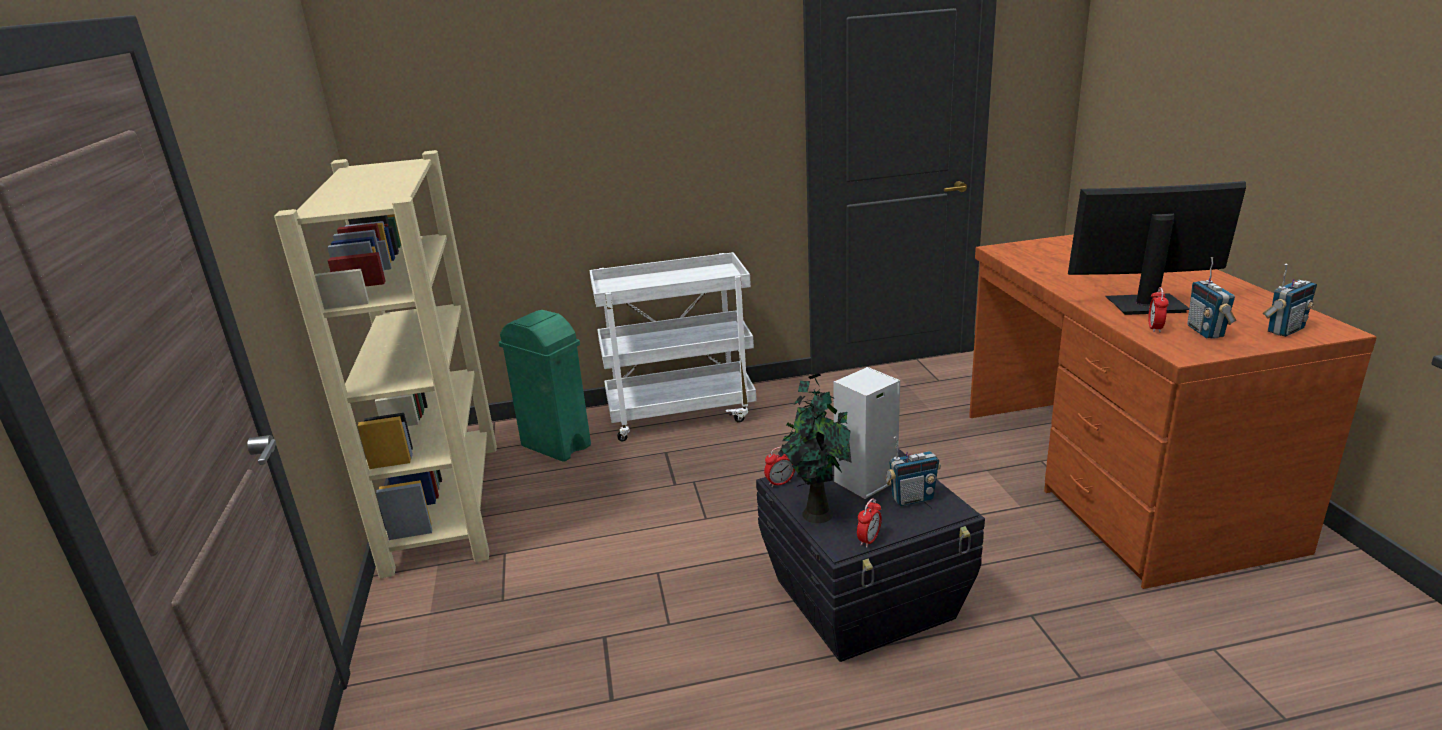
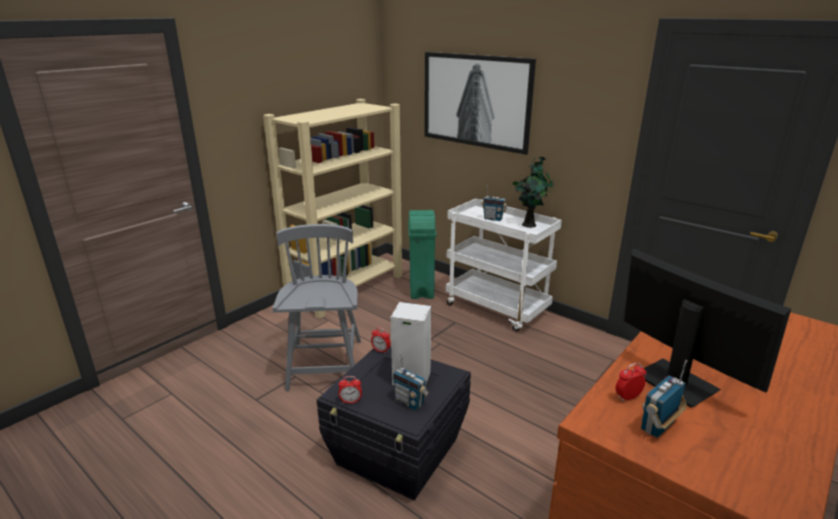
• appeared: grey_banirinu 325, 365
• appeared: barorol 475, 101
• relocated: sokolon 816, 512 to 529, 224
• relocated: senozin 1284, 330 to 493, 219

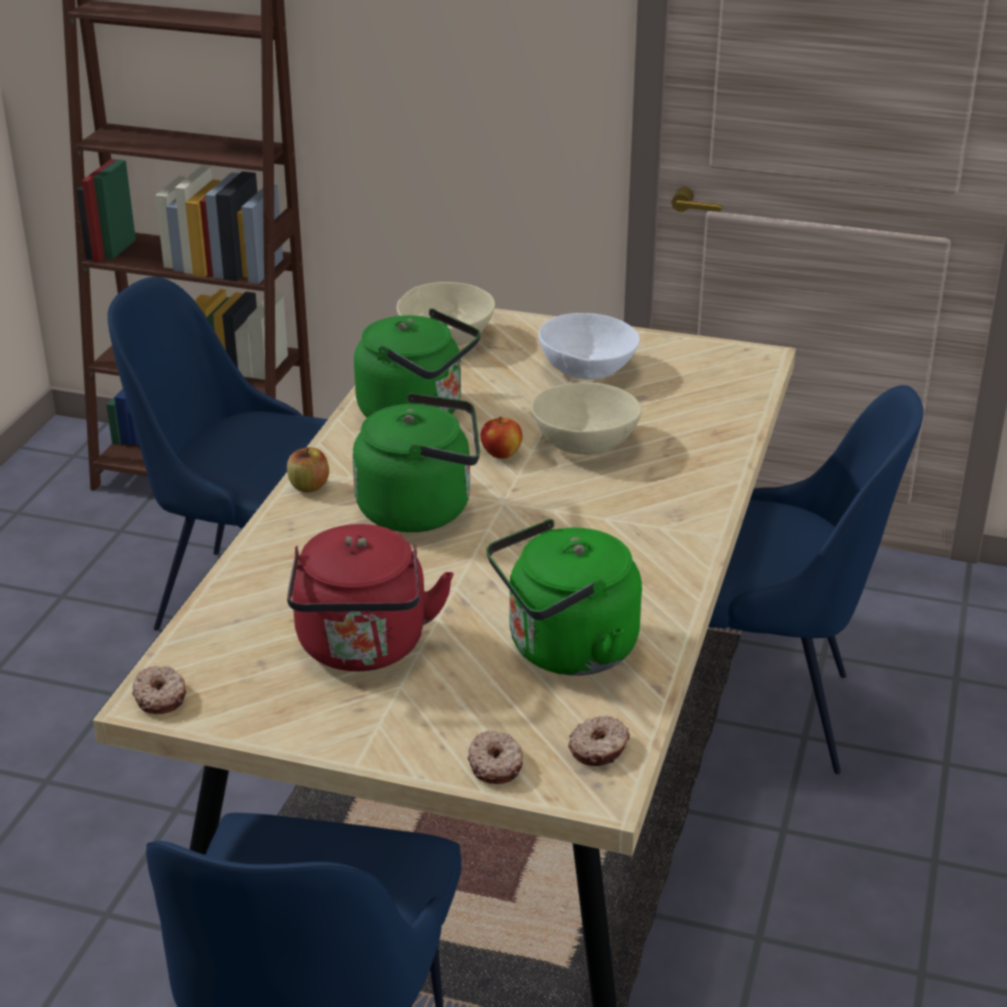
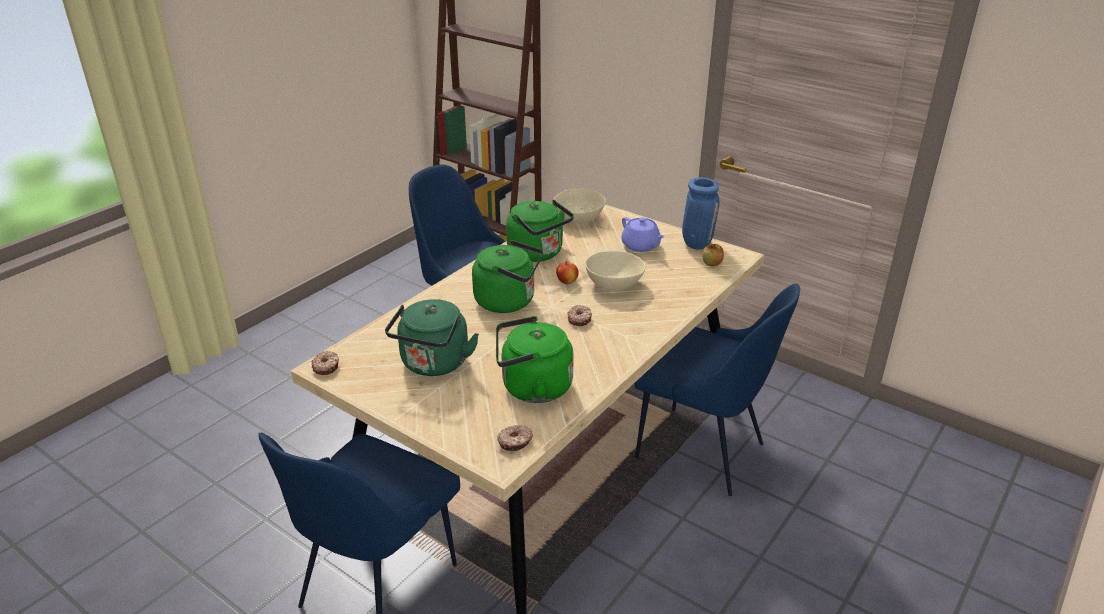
• appeared: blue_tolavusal 696, 243
• relocated: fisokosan 309, 486 to 712, 263
• relocated: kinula 496, 765 to 580, 319
• exchanged: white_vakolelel 587, 369 to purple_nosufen 641, 246
• colour: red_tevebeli 363, 649 to green_tevebeli 434, 365

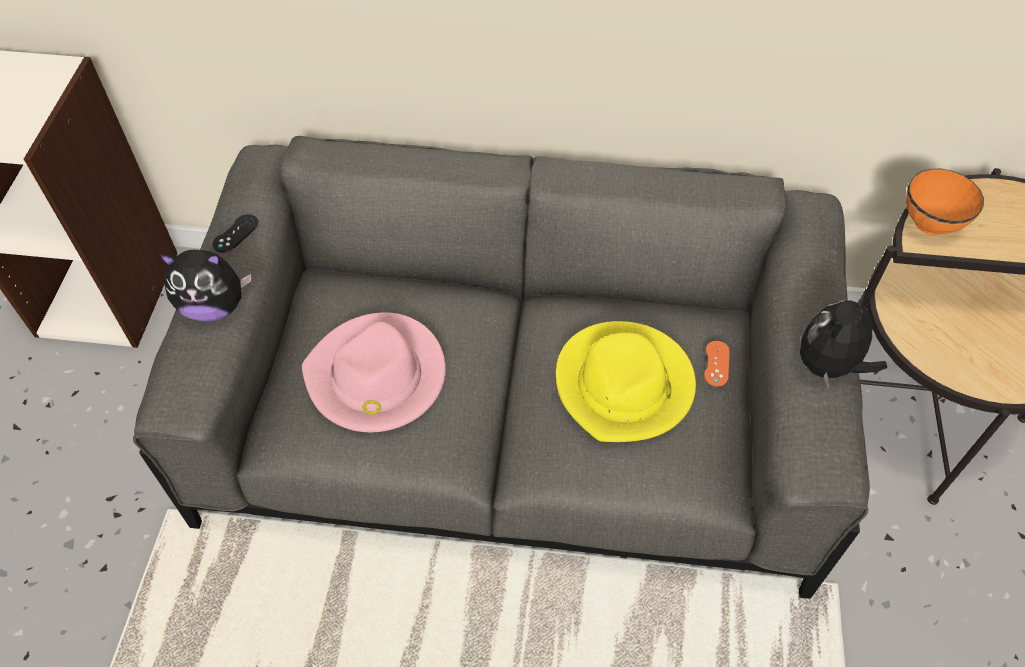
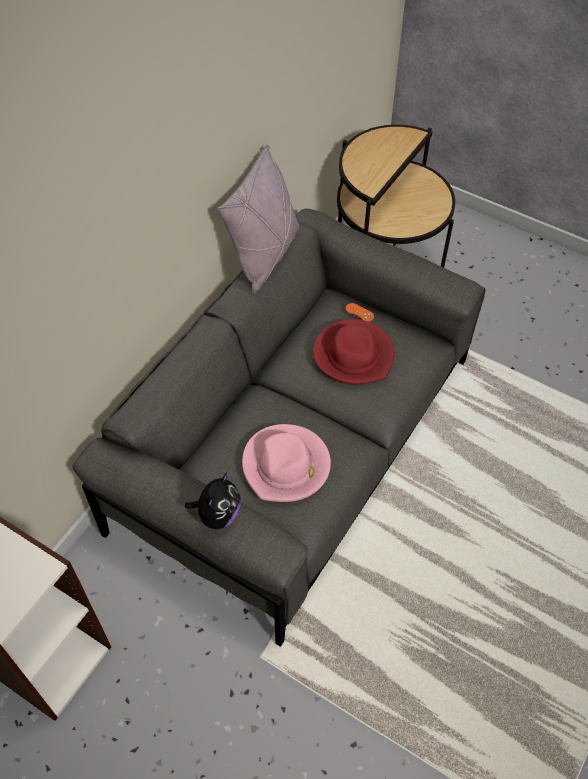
• missing: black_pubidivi 236, 233
• missing: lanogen 829, 366
• missing: orange_vakolelel 931, 223
• appeared: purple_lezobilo 265, 256
• colour: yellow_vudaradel 625, 385 to red_vudaradel 354, 355

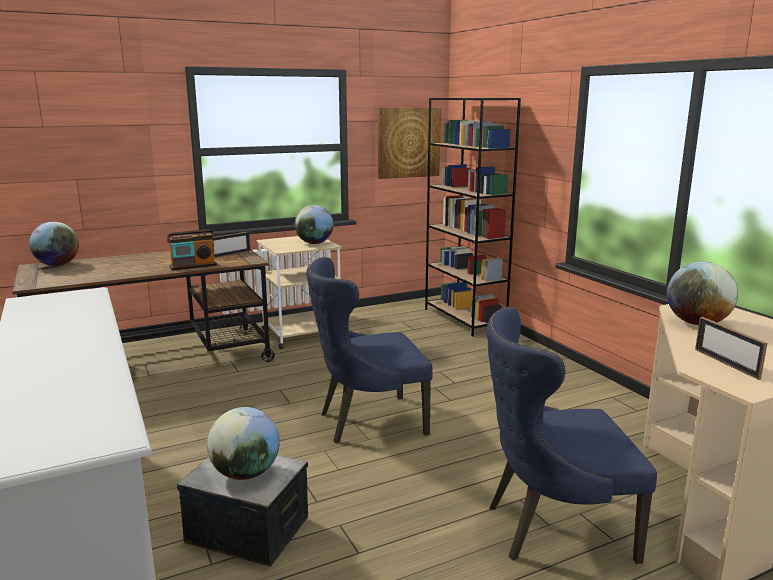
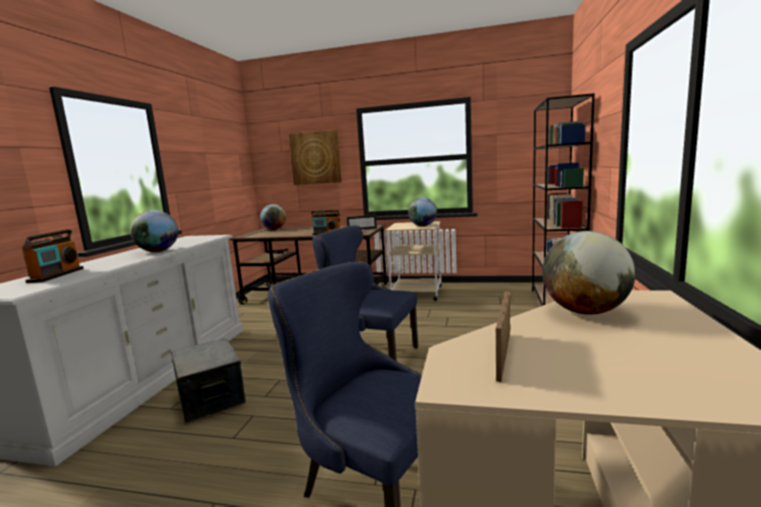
• appeared: senozin 56, 275
• relocated: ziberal 246, 474 to 158, 251
• relocated: barorol 408, 142 to 315, 158

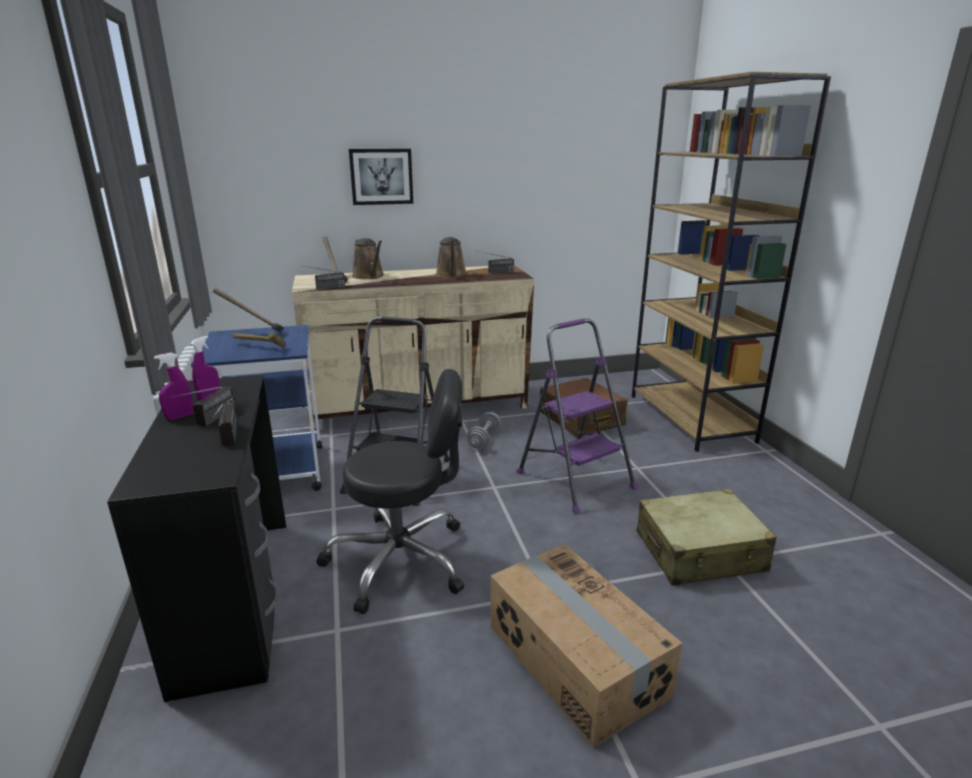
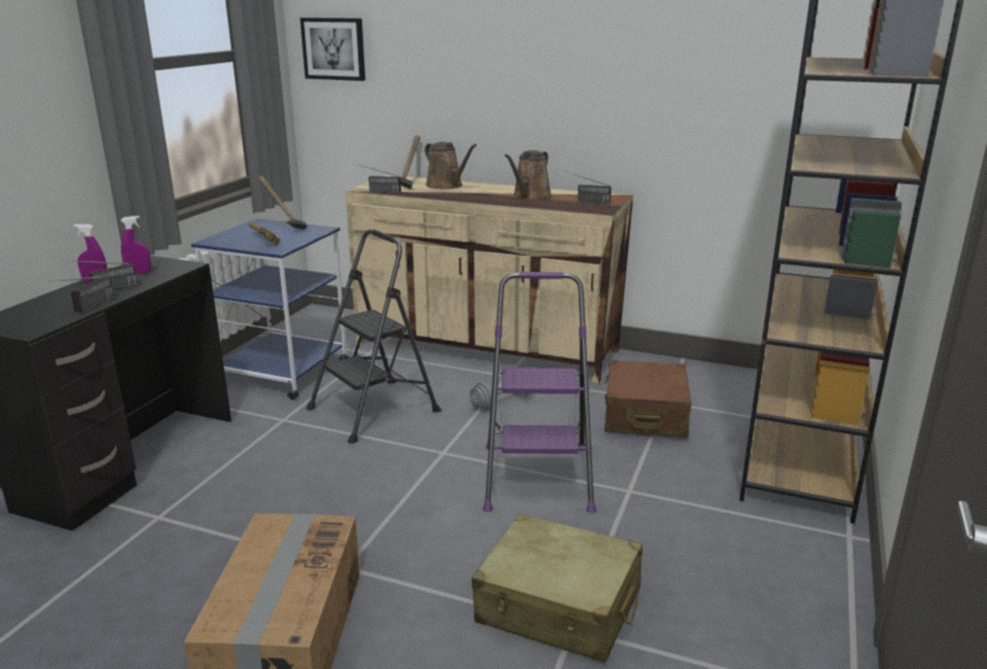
• missing: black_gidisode 406, 560
• relocated: barorol 381, 176 to 334, 49
• spun: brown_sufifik 369, 276 = 446, 186 45 degrees counterclockwise

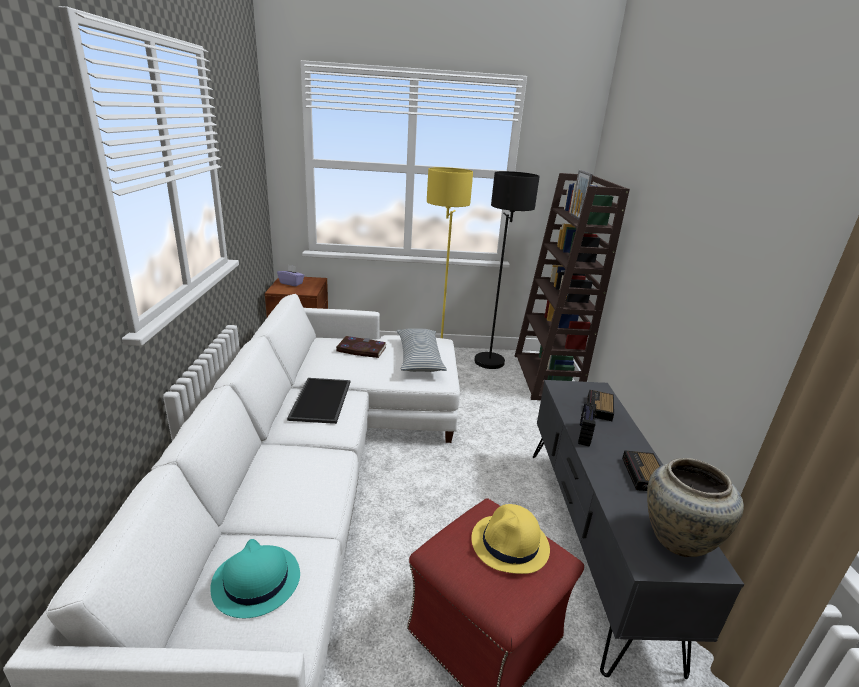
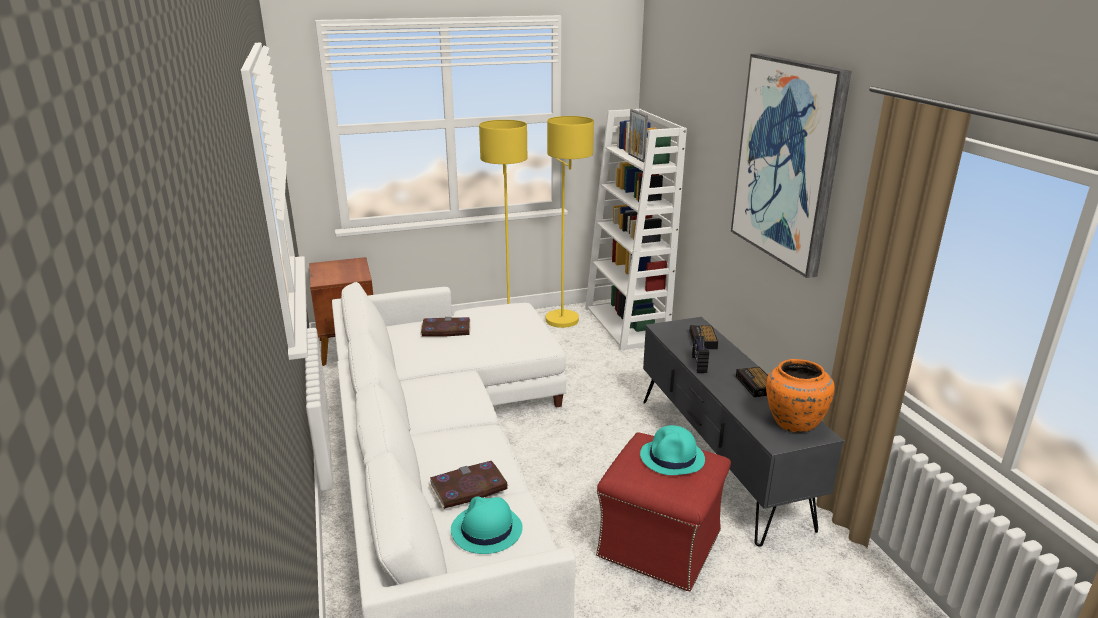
• missing: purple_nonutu 291, 283
• missing: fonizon 322, 400
• missing: lezobilo 419, 358
• appeared: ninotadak 468, 487
• appeared: barorol 788, 161
• colour: yellow_vudaradel 510, 544 to turquoise_vudaradel 672, 458
• colour: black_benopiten 491, 366 to yellow_benopiten 566, 324
• colour: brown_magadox 546, 377 to white_magadox 627, 325
• colour: beige_tolavusal 678, 537 to orange_tolavusal 793, 422

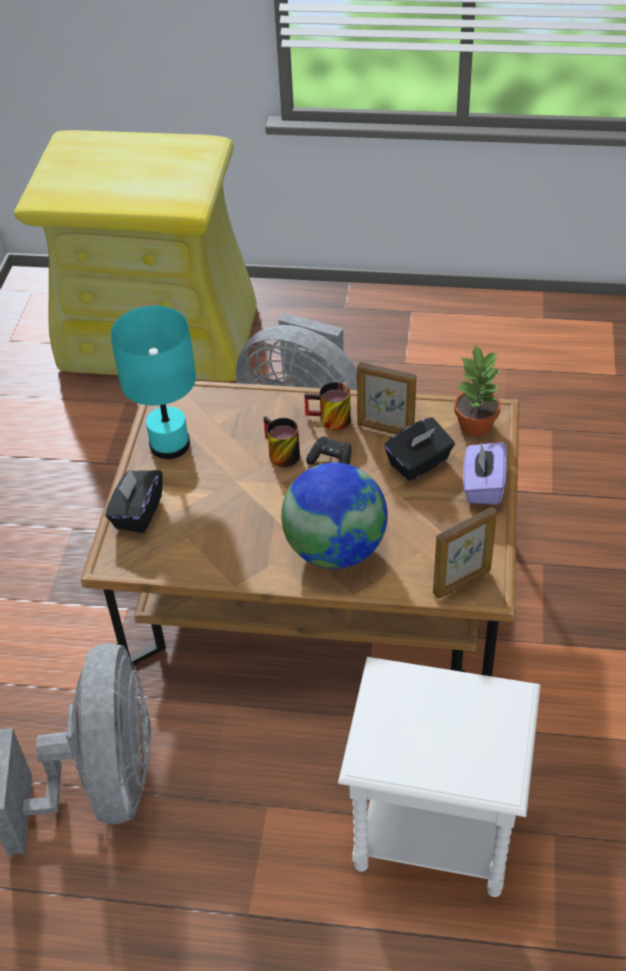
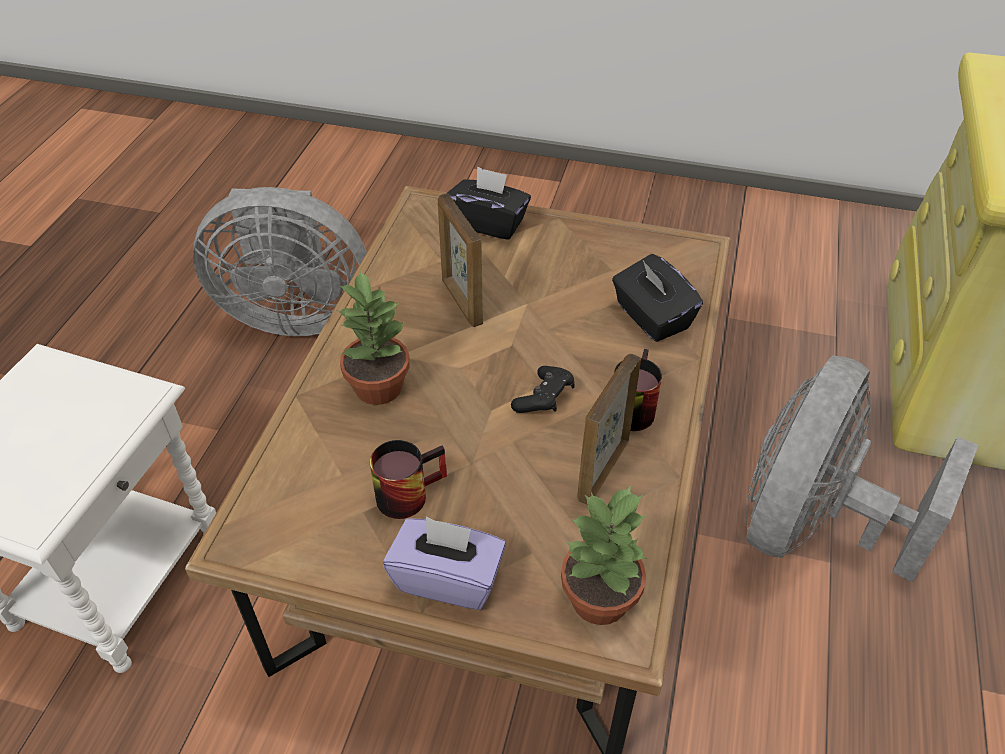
• missing: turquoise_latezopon 169, 444
• relocated: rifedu 278, 454 to 407, 491
• relocated: black_nonutu 419, 463 to 651, 317
• relocated: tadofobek 462, 582 to 461, 302
• exchanged: ziberal 335, 549 to sokolon 377, 386

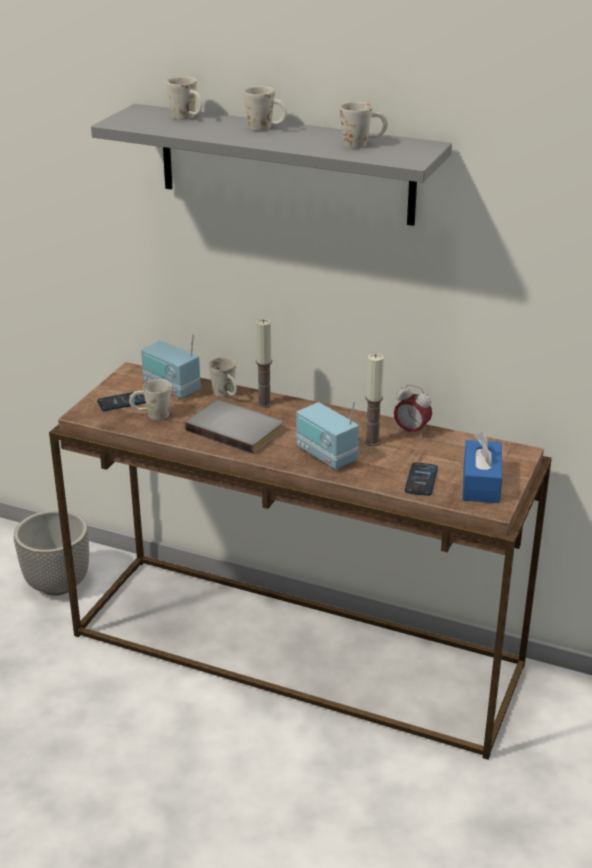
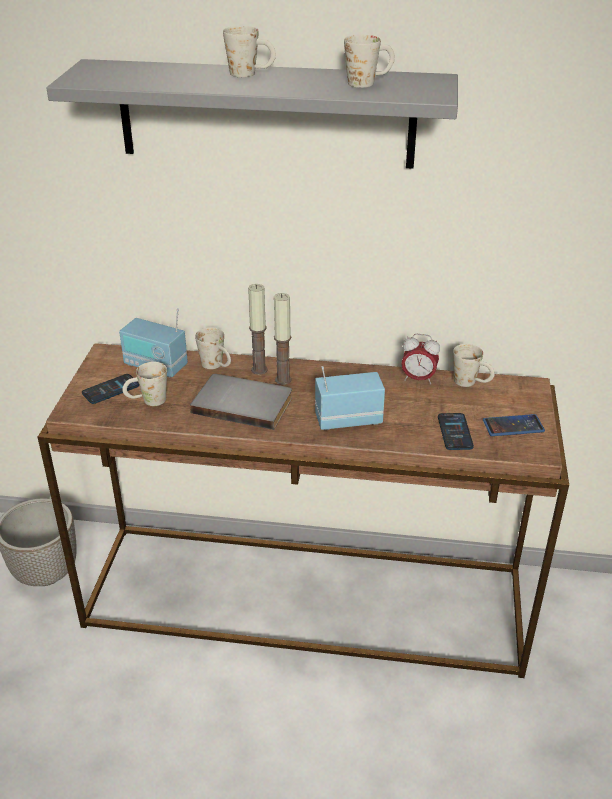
• relocated: white_rifedu 188, 118 to 471, 383
• relocated: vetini 372, 441 to 283, 380
• exchanged: blue_nonutu 481, 483 to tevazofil 513, 426
• spun: senozin 326, 455 = 348, 419 135 degrees clockwise

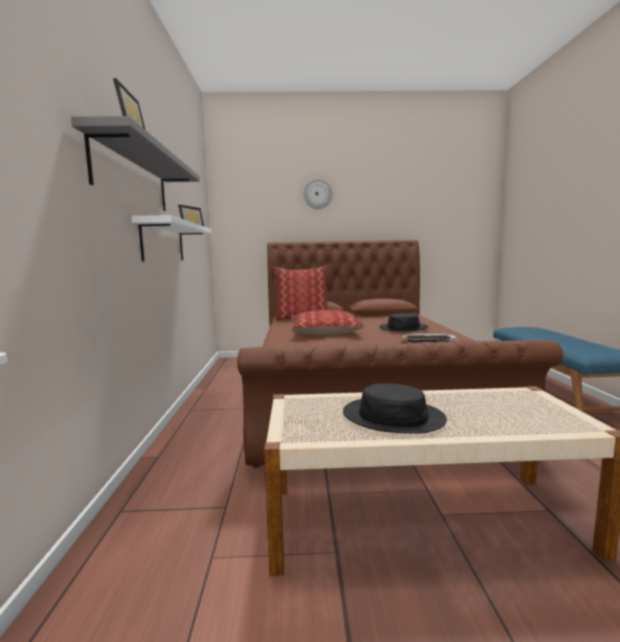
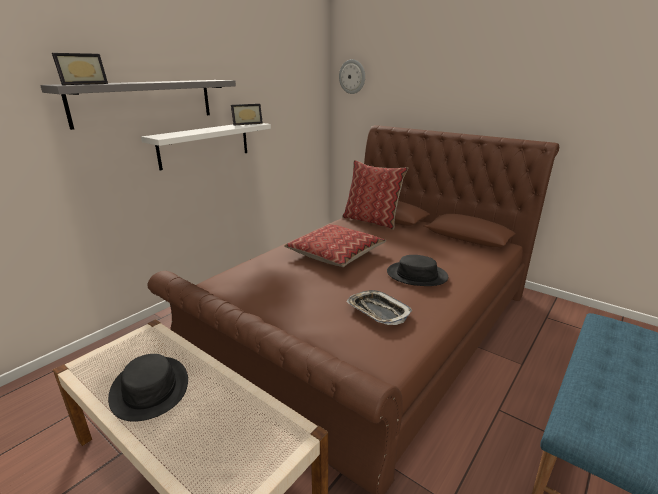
• relocated: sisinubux 318, 194 to 352, 76

